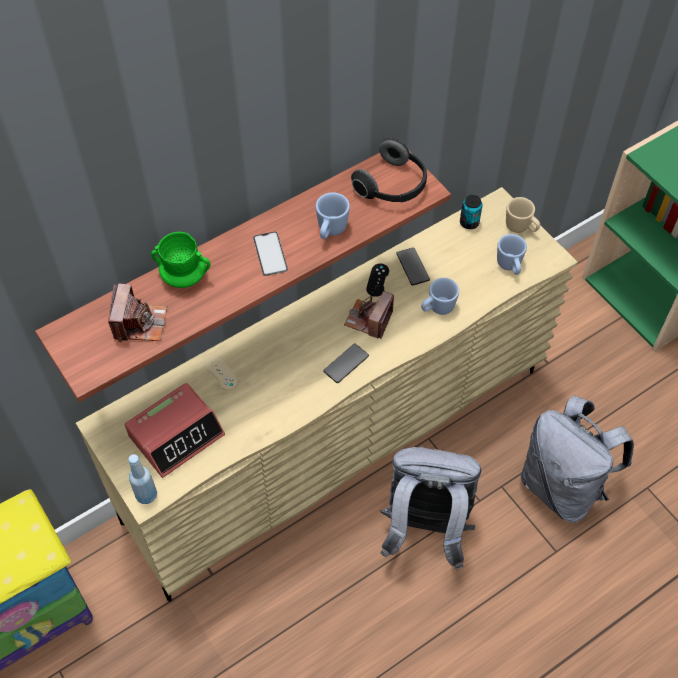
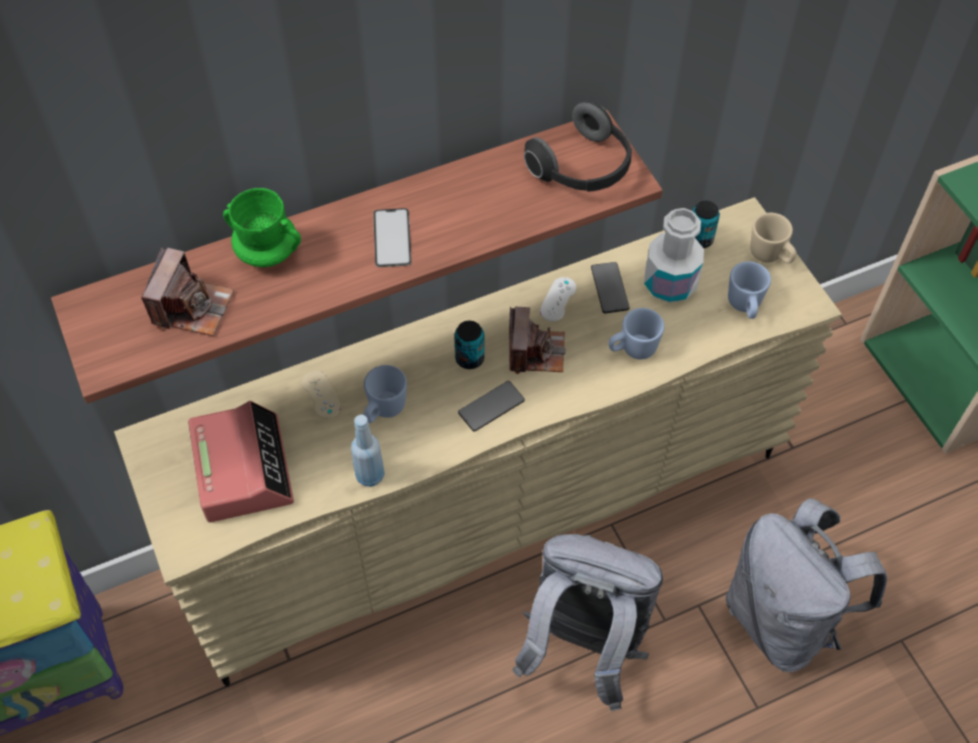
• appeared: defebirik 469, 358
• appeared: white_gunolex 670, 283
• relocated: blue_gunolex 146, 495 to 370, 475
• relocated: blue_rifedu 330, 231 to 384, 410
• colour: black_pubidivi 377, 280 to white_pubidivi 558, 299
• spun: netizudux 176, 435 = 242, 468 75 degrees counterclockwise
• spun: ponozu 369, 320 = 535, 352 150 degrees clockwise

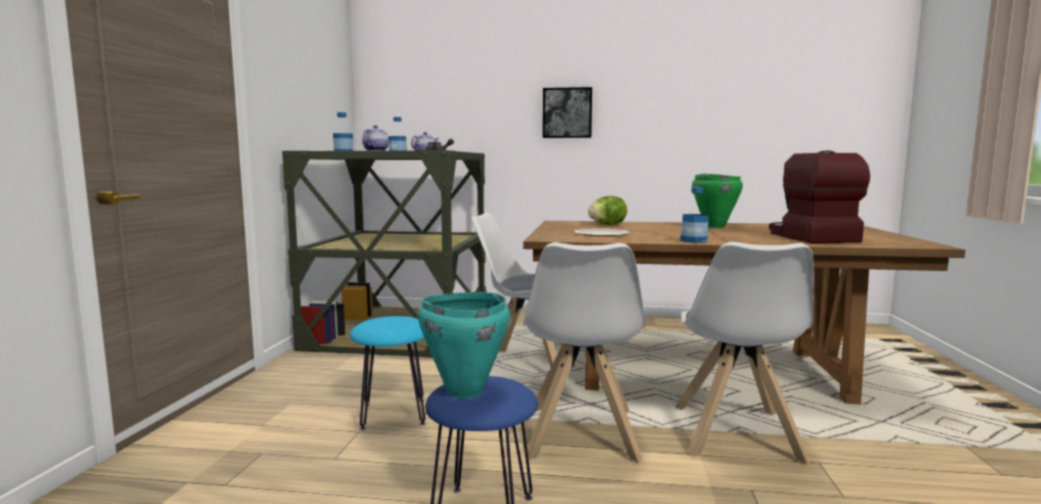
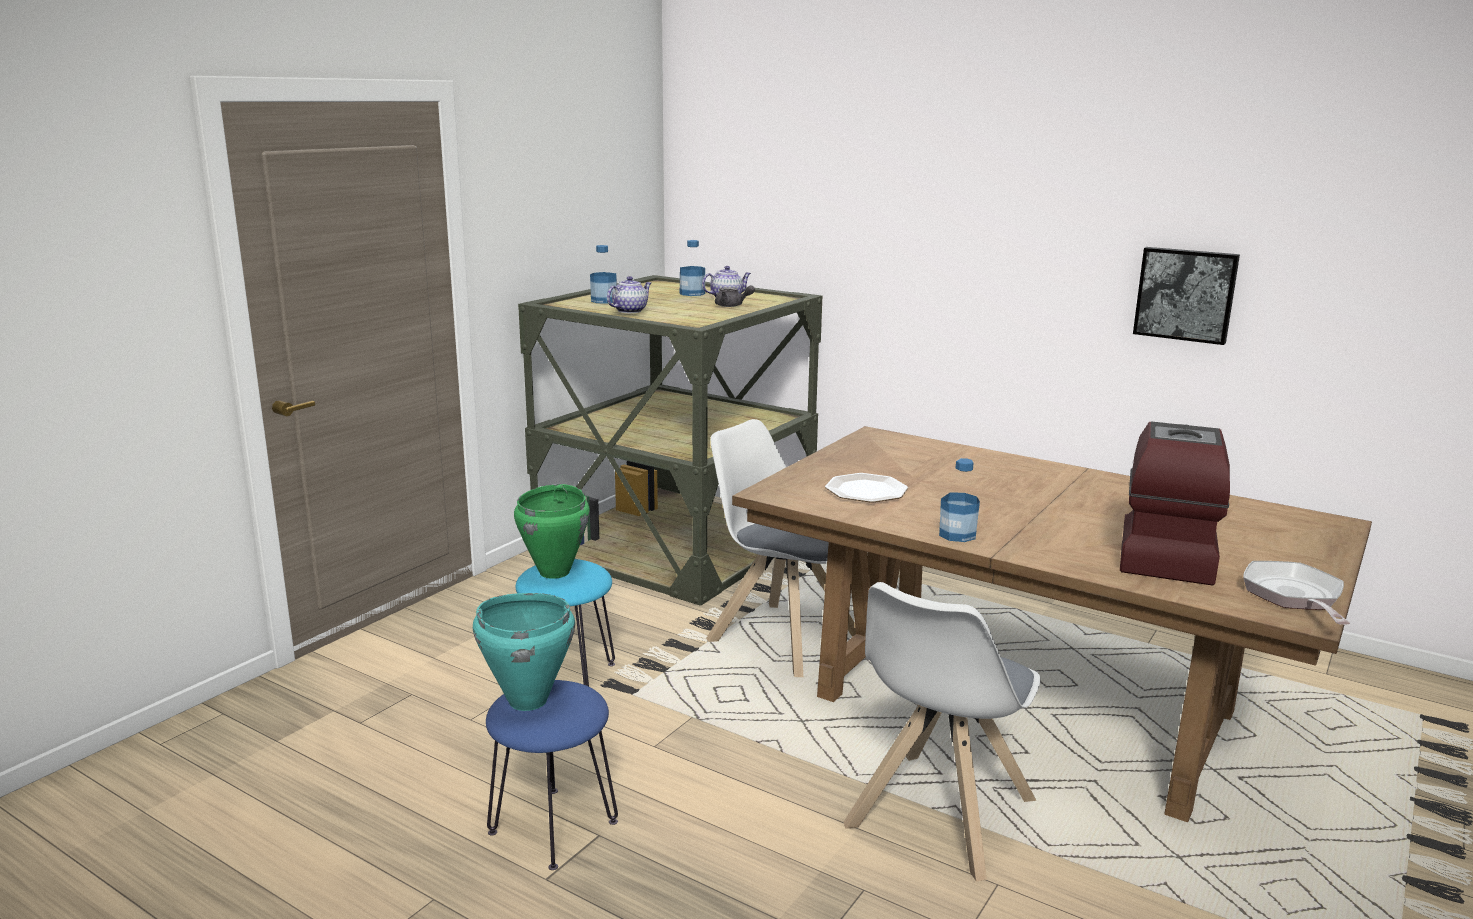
• missing: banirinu 581, 435
• missing: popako 607, 225
• appeared: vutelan 1294, 597
• relocated: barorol 567, 113 to 1185, 294
• relocated: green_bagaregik 714, 226 to 555, 572

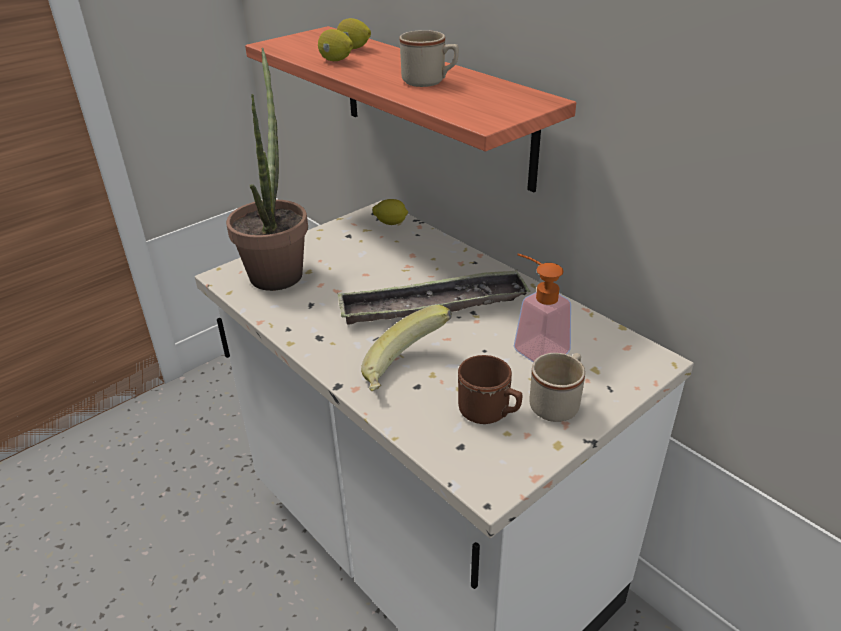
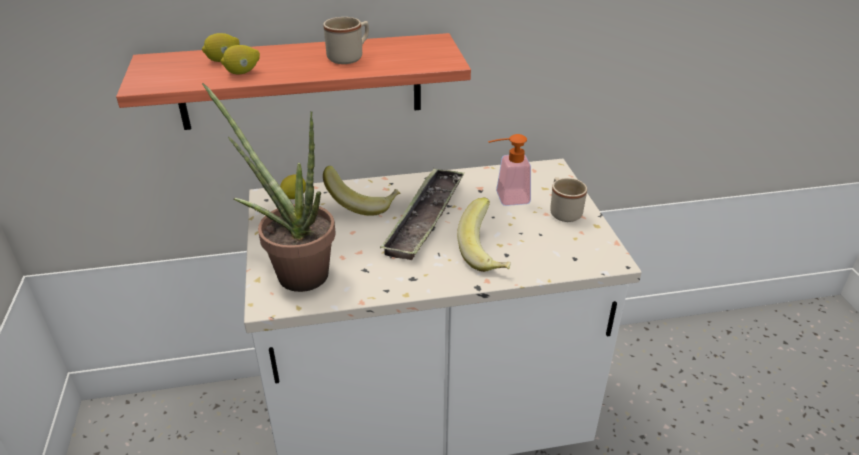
• missing: brown_rifedu 489, 413
• appeared: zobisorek 363, 203

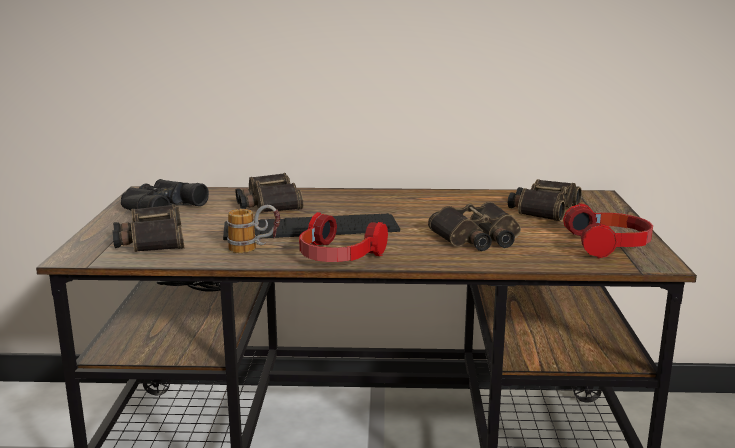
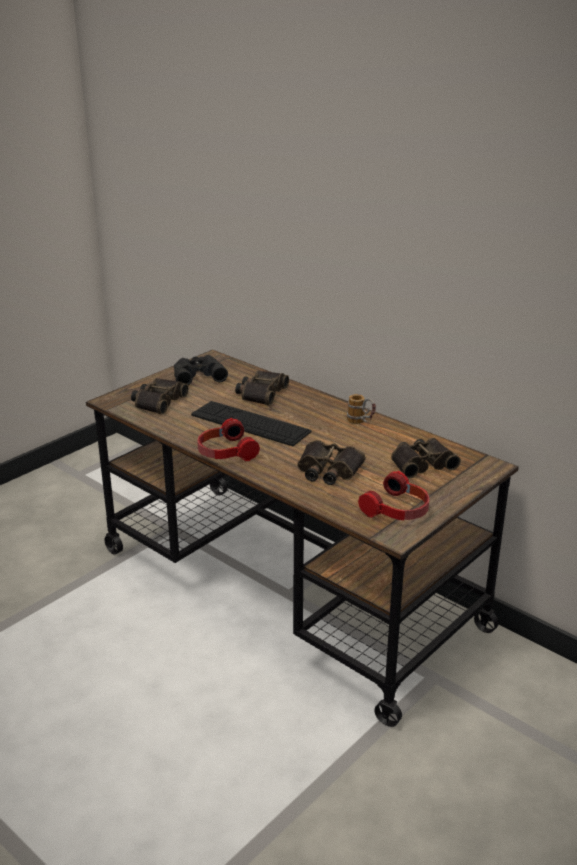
• relocated: rifedu 254, 249 to 361, 423

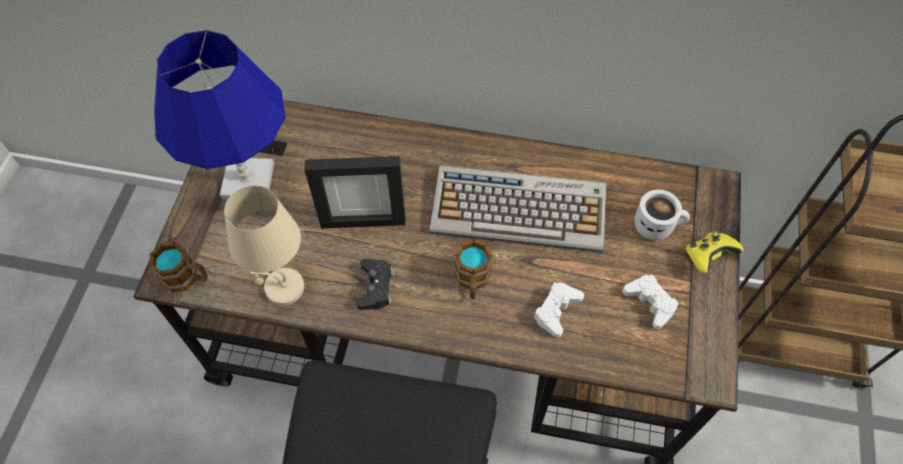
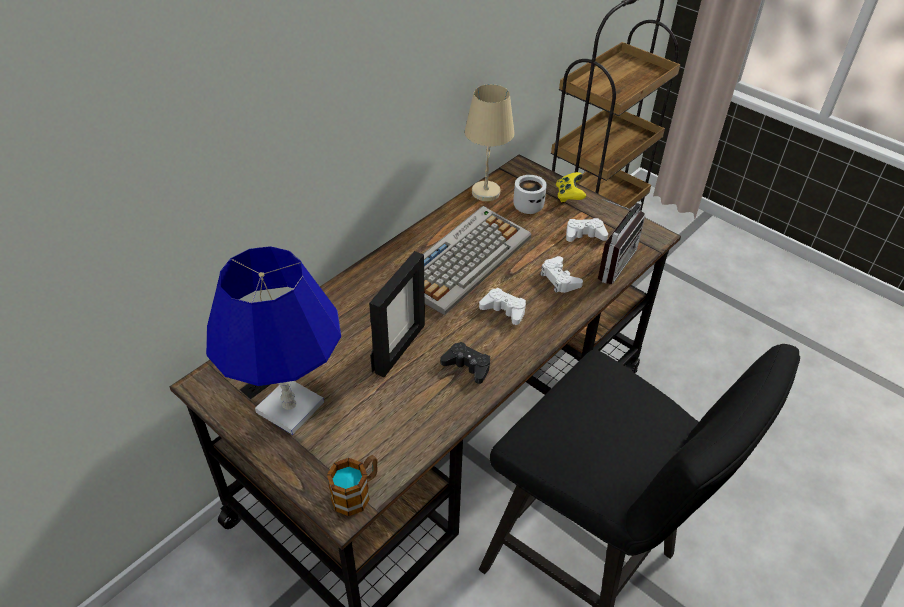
• appeared: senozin 610, 261
• relocated: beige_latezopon 283, 288 to 486, 193
• exchanged: rifedu 472, 281 to white_pubidivi 504, 310

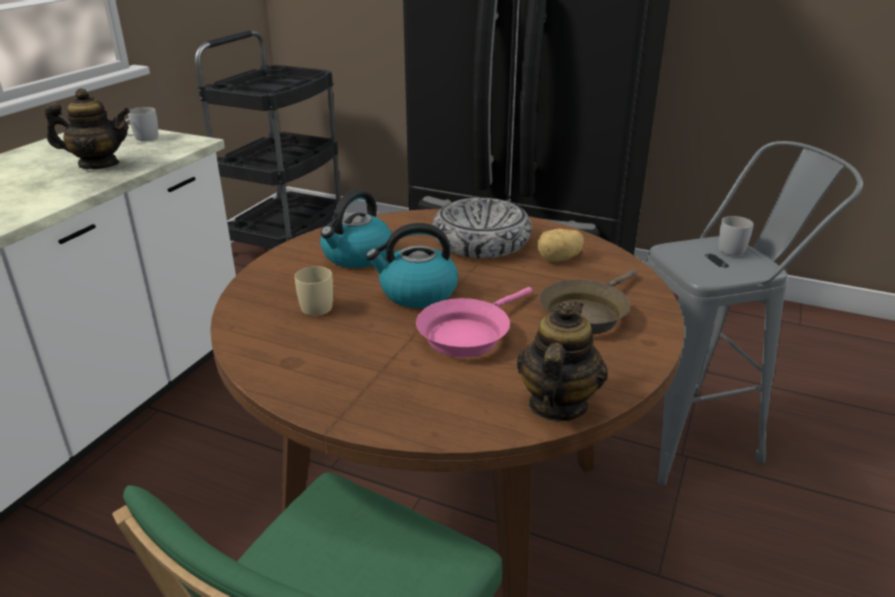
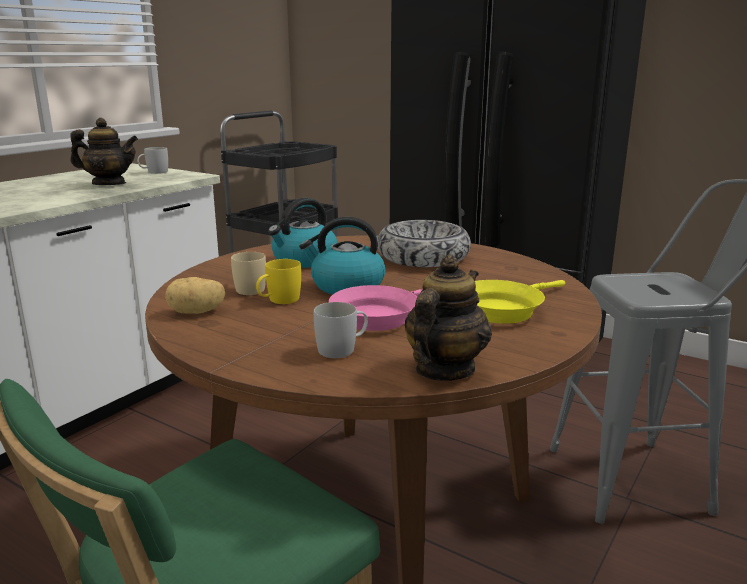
• appeared: yellow_rifedu 278, 301
• relocated: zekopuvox 559, 259 to 196, 312
• relocated: white_rifedu 734, 249 to 343, 349
• colour: brown_vutelan 586, 313 to yellow_vutelan 503, 309

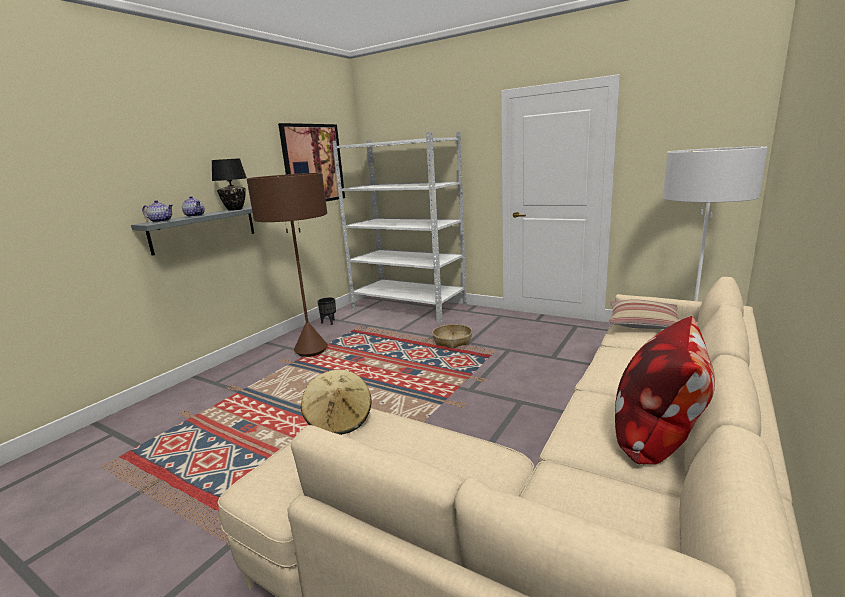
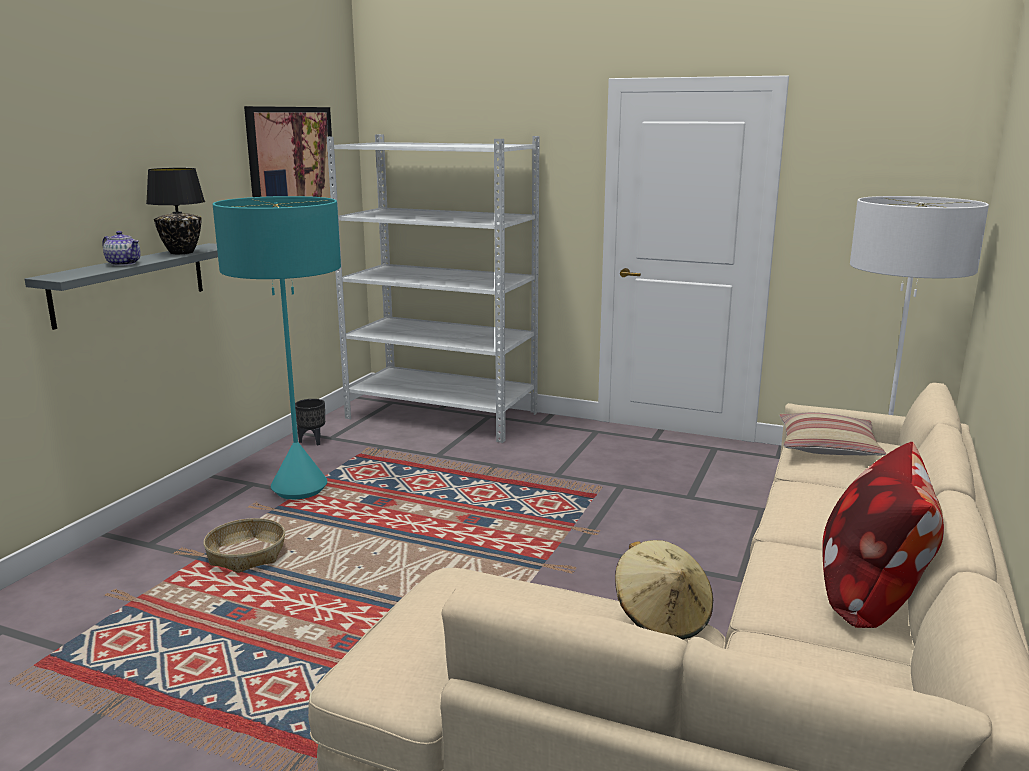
• missing: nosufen 161, 221
• relocated: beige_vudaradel 339, 420 to 662, 617
• relocated: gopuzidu 452, 341 to 246, 555
• colour: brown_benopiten 311, 351 to turquoise_benopiten 299, 490

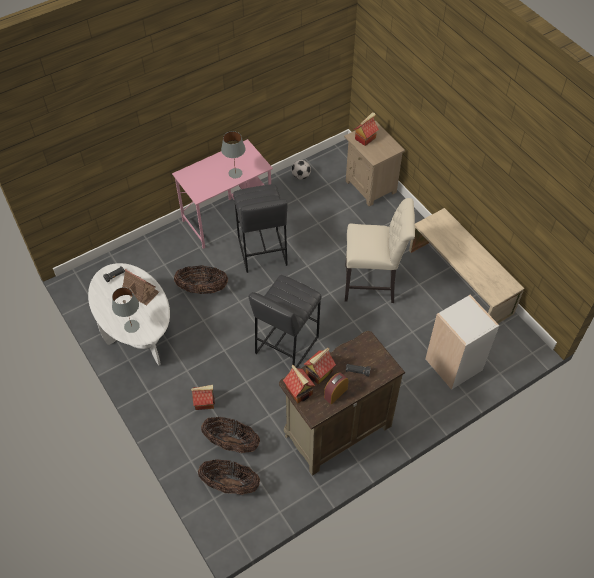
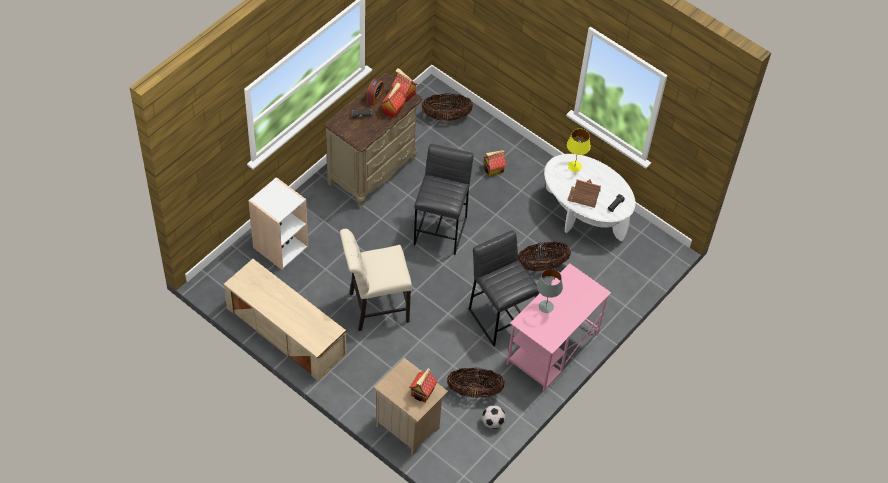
• relocated: gopuzidu 231, 443 to 474, 391
• colour: grey_latezopon 131, 326 to yellow_latezopon 574, 166

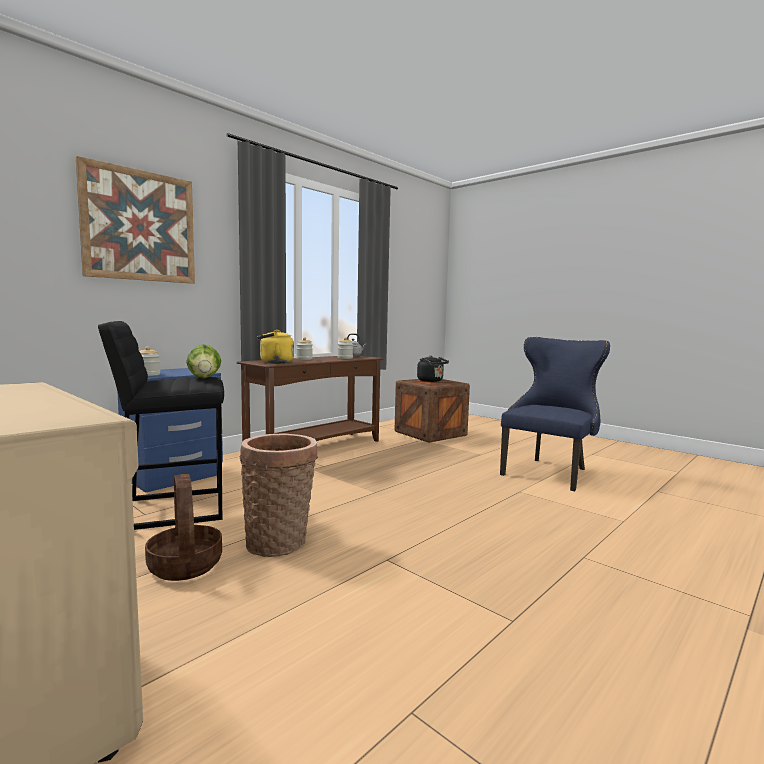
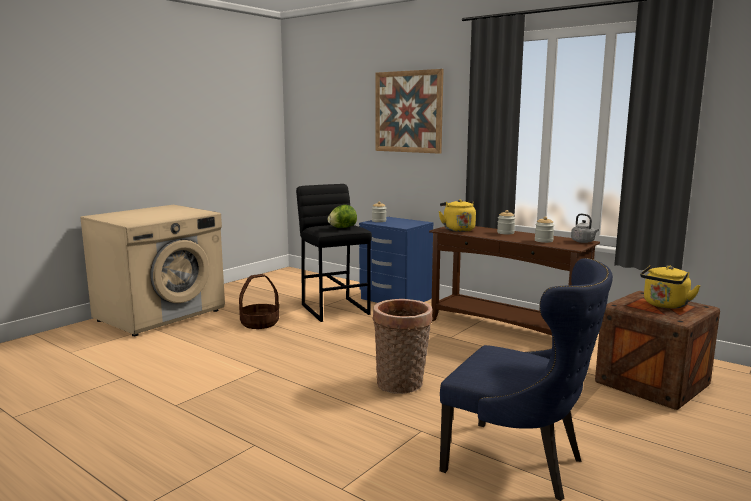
• relocated: gopuzidu 279, 541 to 402, 385
• colour: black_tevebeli 431, 381 to yellow_tevebeli 664, 305

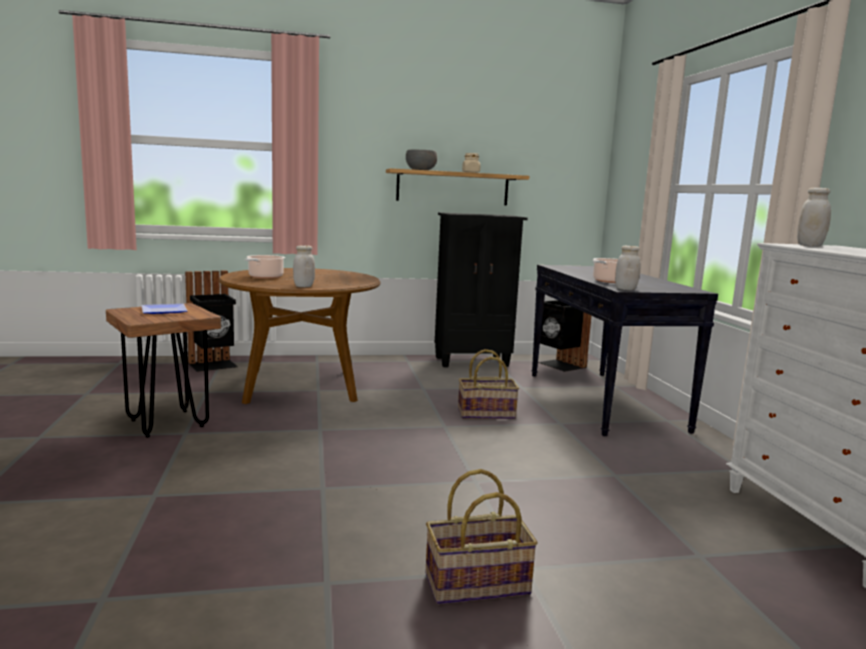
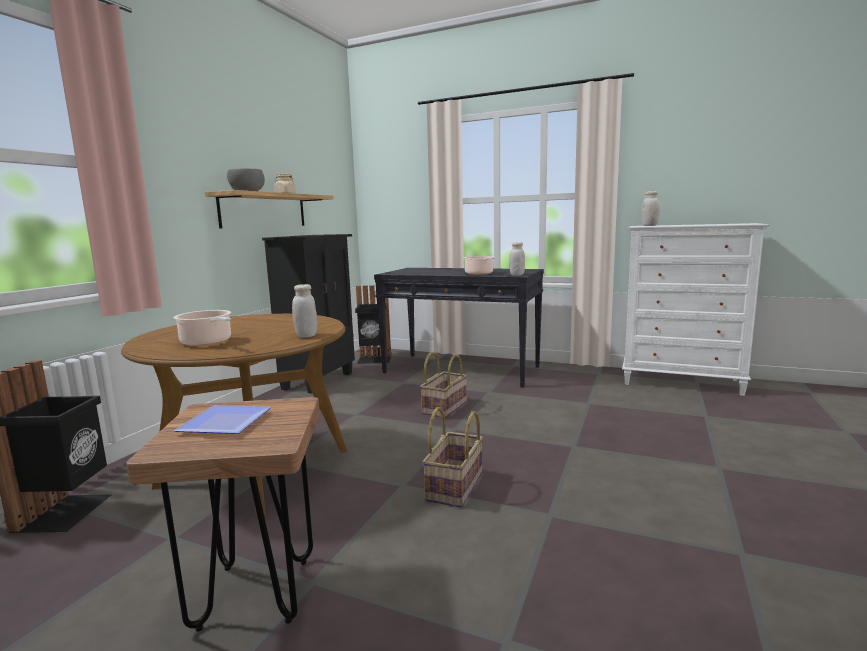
• relocated: gopuzidu 477, 585 to 456, 487

